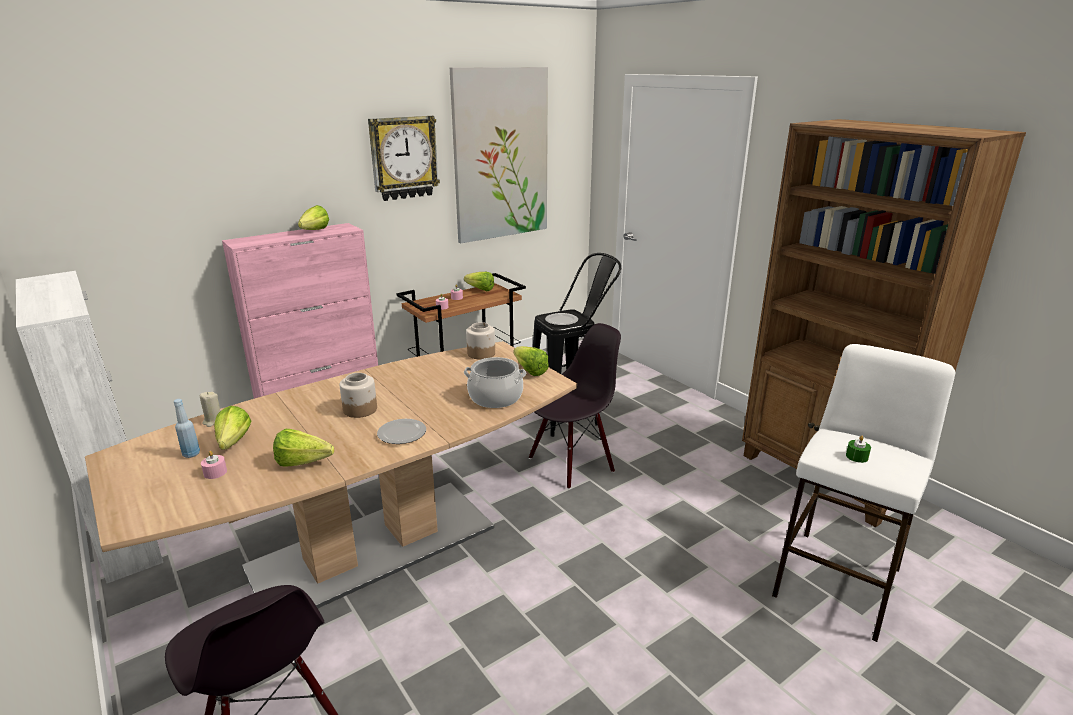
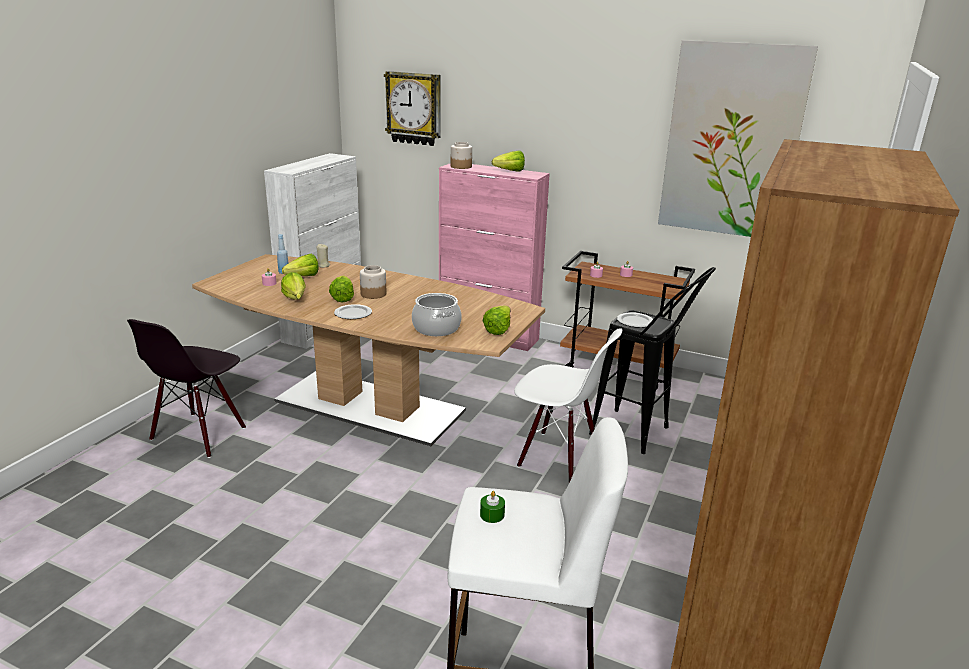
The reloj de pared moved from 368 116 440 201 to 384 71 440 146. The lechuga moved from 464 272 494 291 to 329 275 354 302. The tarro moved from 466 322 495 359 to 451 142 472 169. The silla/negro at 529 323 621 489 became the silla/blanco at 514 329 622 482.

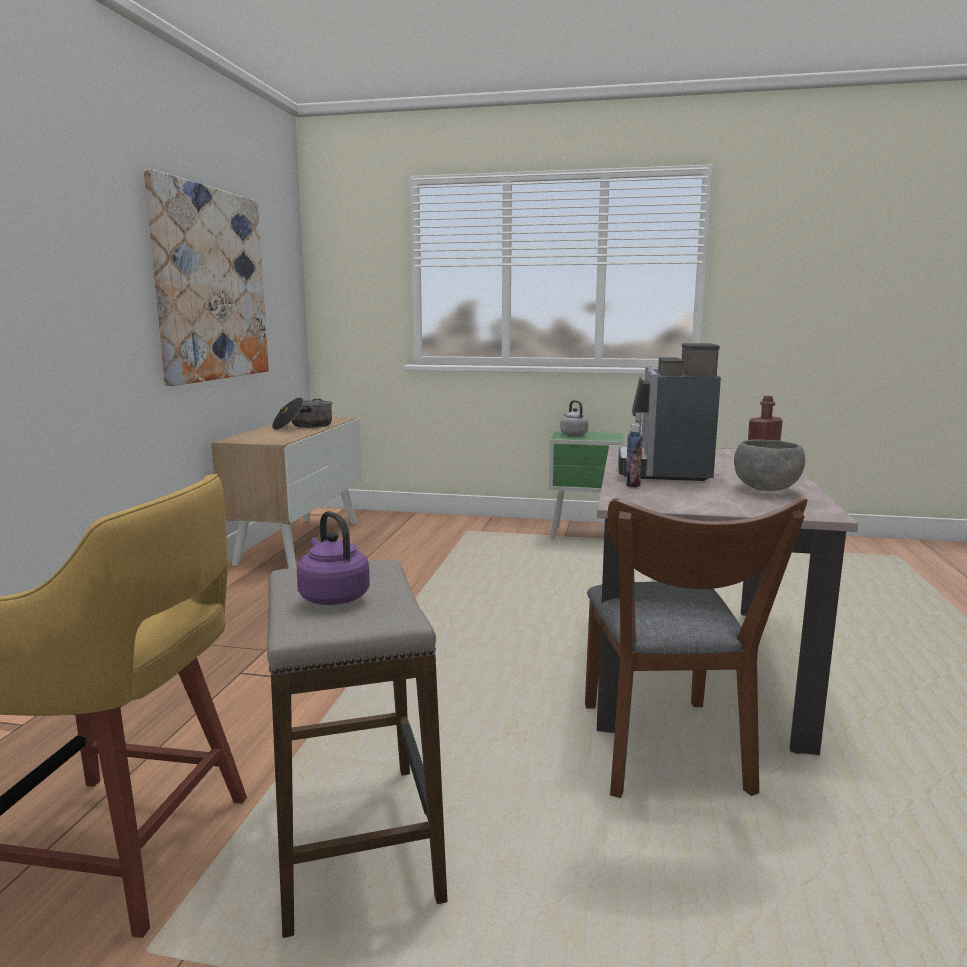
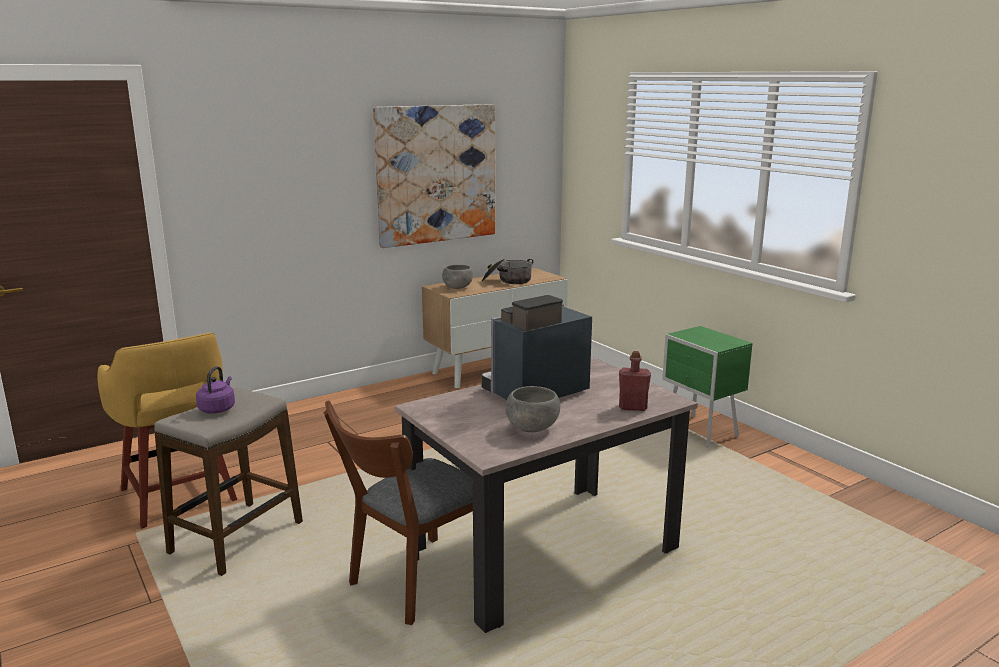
The hervidor/gris at 560 400 588 436 disappeared. The botella at 625 424 643 487 disappeared. The cuenco/gris at 442 265 473 289 appeared.

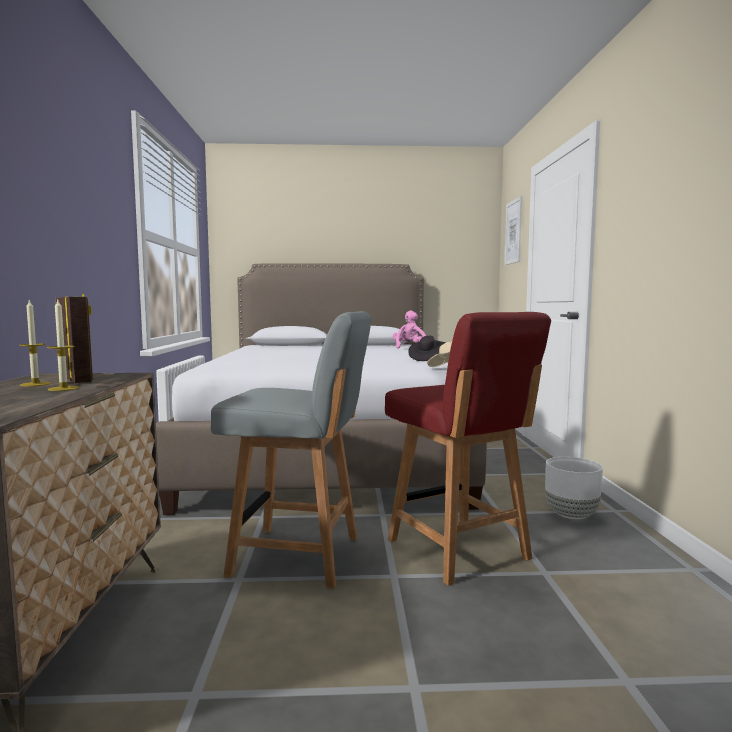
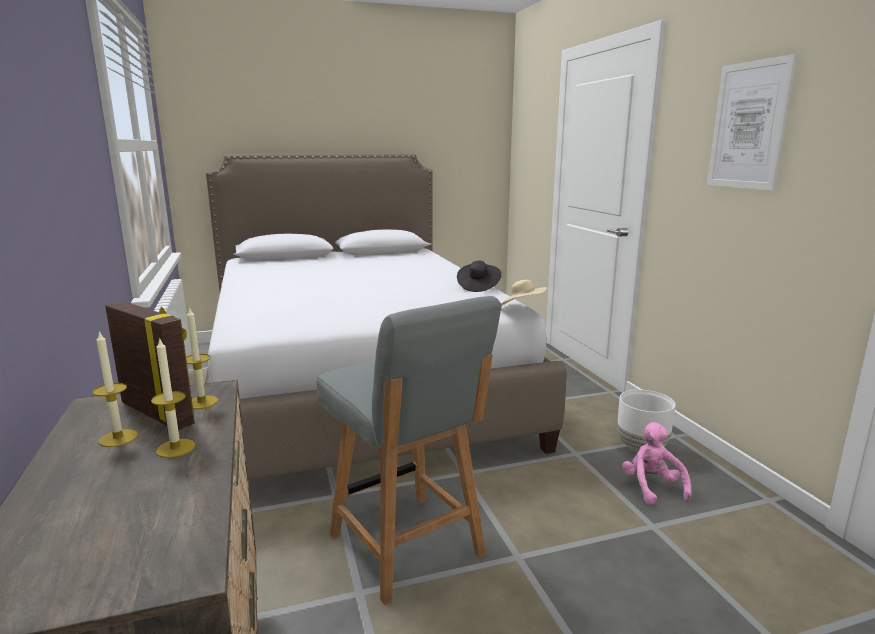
The silla/gris at 211 311 371 588 turned 60 degrees clockwise. The silla/rojo at 385 312 551 586 disappeared. The peluche/rosa moved from 393 311 426 348 to 622 422 692 505. The cuadro moved from 504 196 522 265 to 707 54 797 190. The vela at 186 307 218 409 appeared.

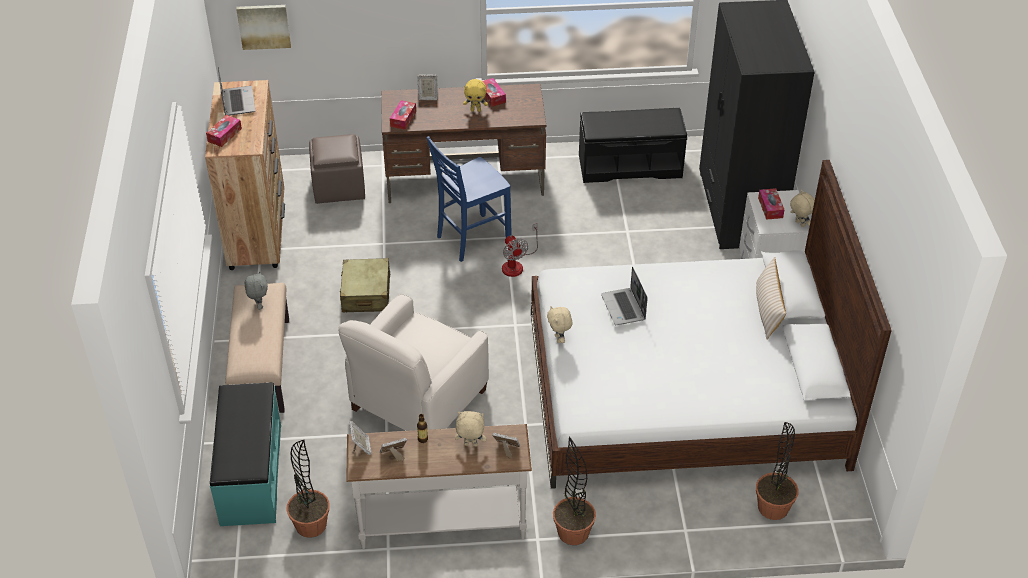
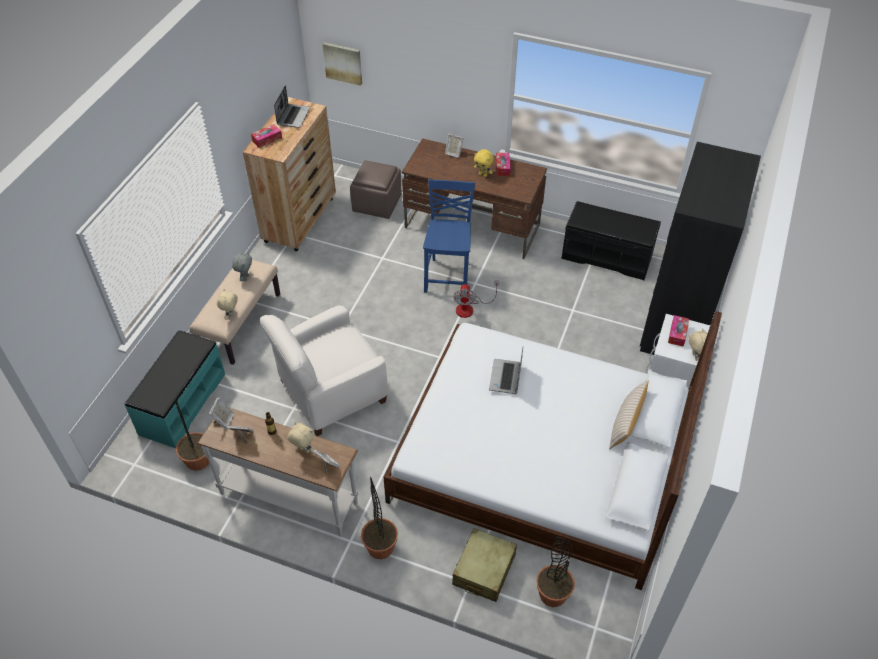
The maleta/beis moved from 340 258 390 312 to 452 528 517 602. The caja de pañuelos at 390 100 416 130 disappeared. The silla/azul at 426 136 512 262 turned 105 degrees clockwise. The peluche/beis moved from 547 306 573 343 to 217 289 238 320.

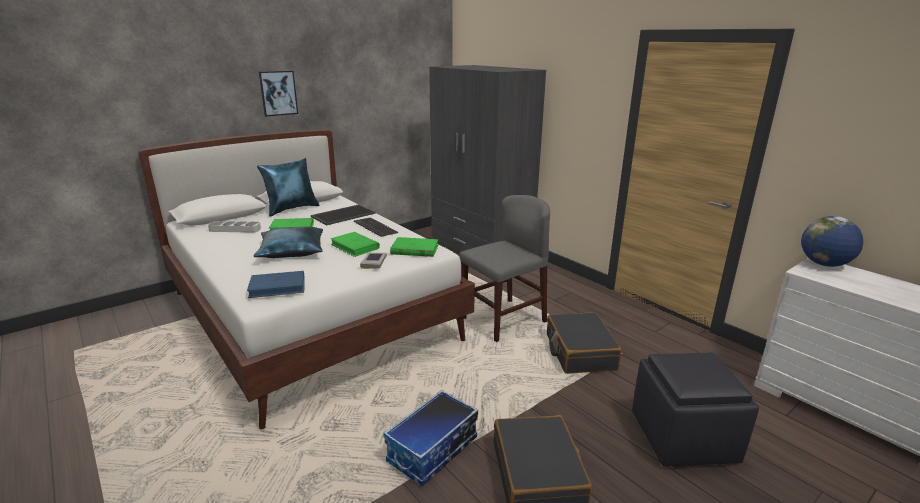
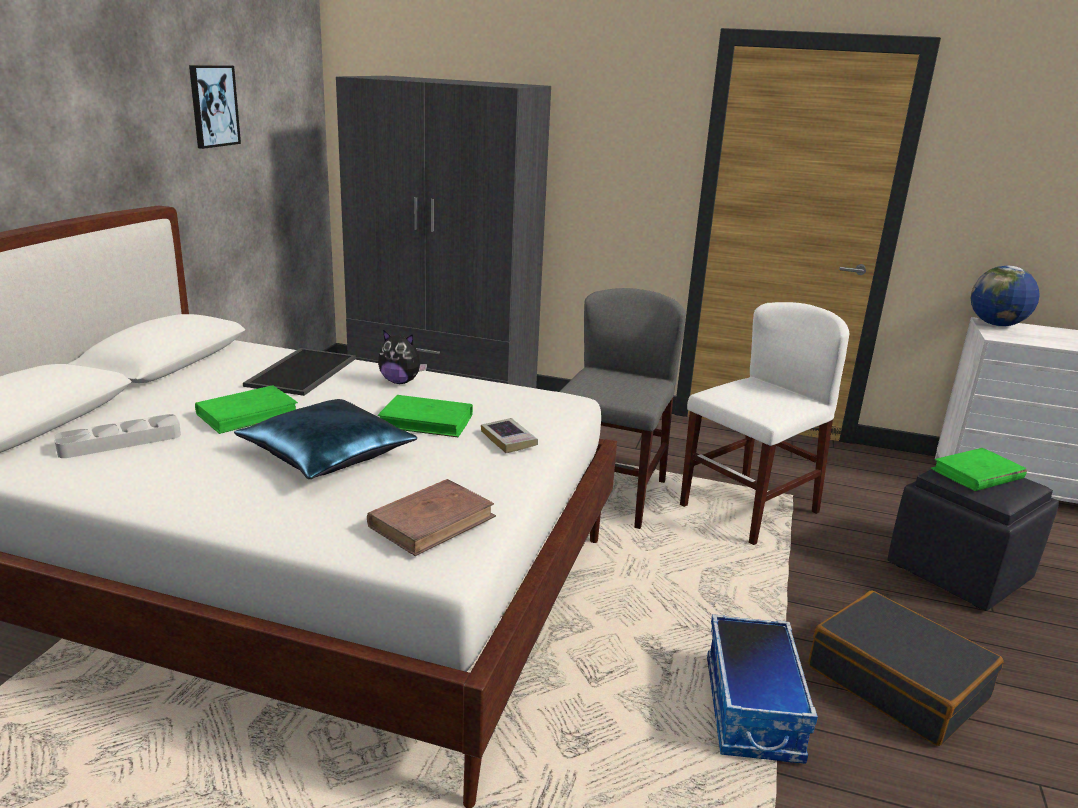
The libro/azul at 247 271 305 298 became the libro/marrón at 367 479 496 556. The cojín/azul at 257 158 320 217 disappeared. The cuadro moved from 259 71 298 116 to 189 65 241 149. The teclado at 354 217 398 237 was replaced by the peluche at 378 330 427 384. The libro/verde moved from 390 237 439 257 to 931 448 1027 491. The maleta/negro at 547 312 622 374 was replaced by the silla/blanco at 680 302 849 545.

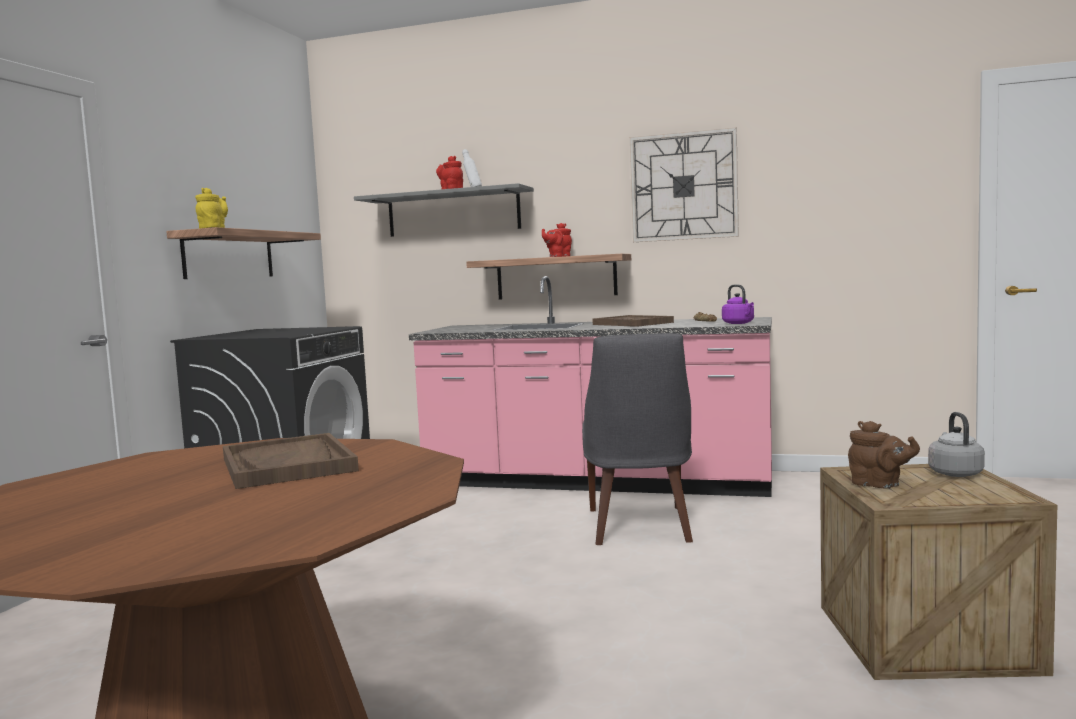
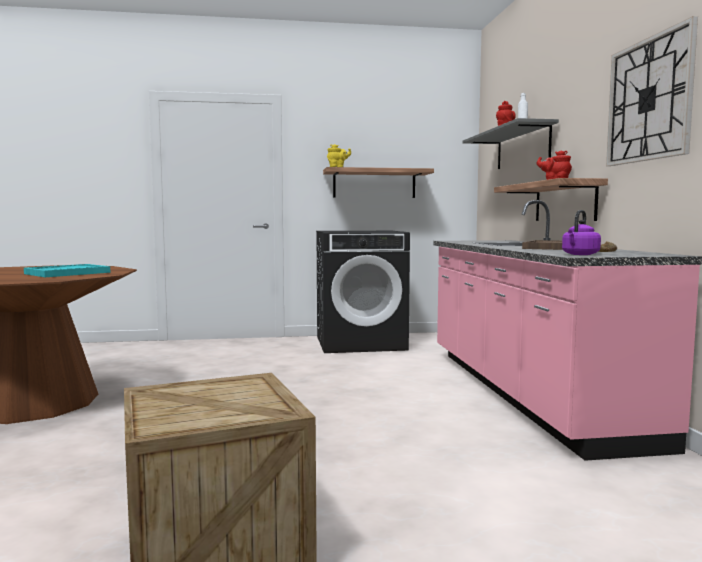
The bandeja/marrón at 223 433 359 489 became the bandeja/turquesa at 24 264 110 277. The silla/gris at 582 333 693 545 disappeared. The tetera/marrón at 848 421 920 489 disappeared. The hervidor/gris at 928 412 985 477 disappeared.

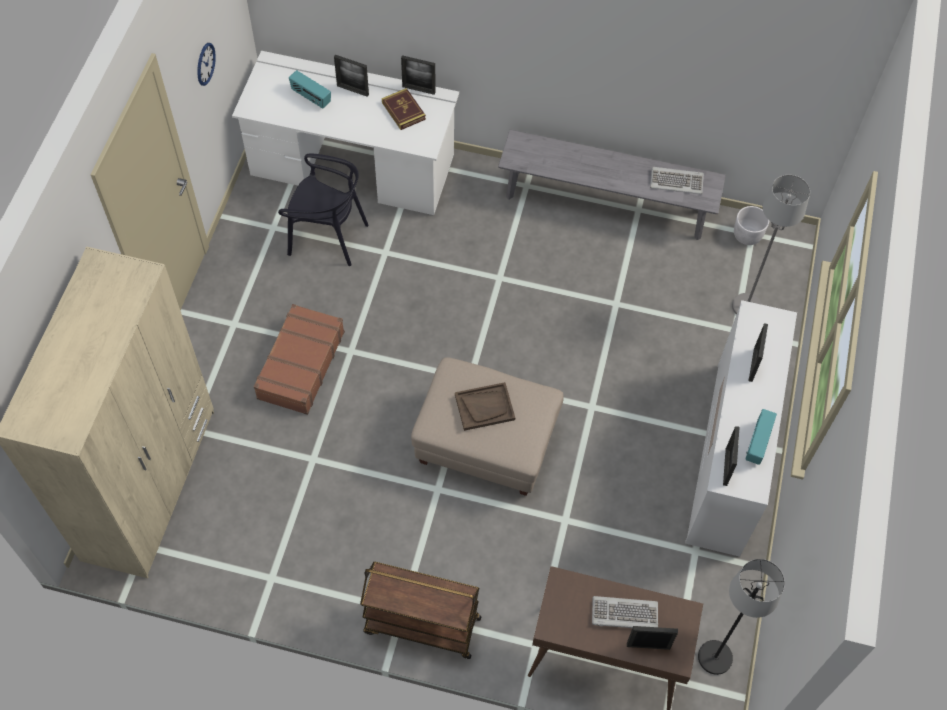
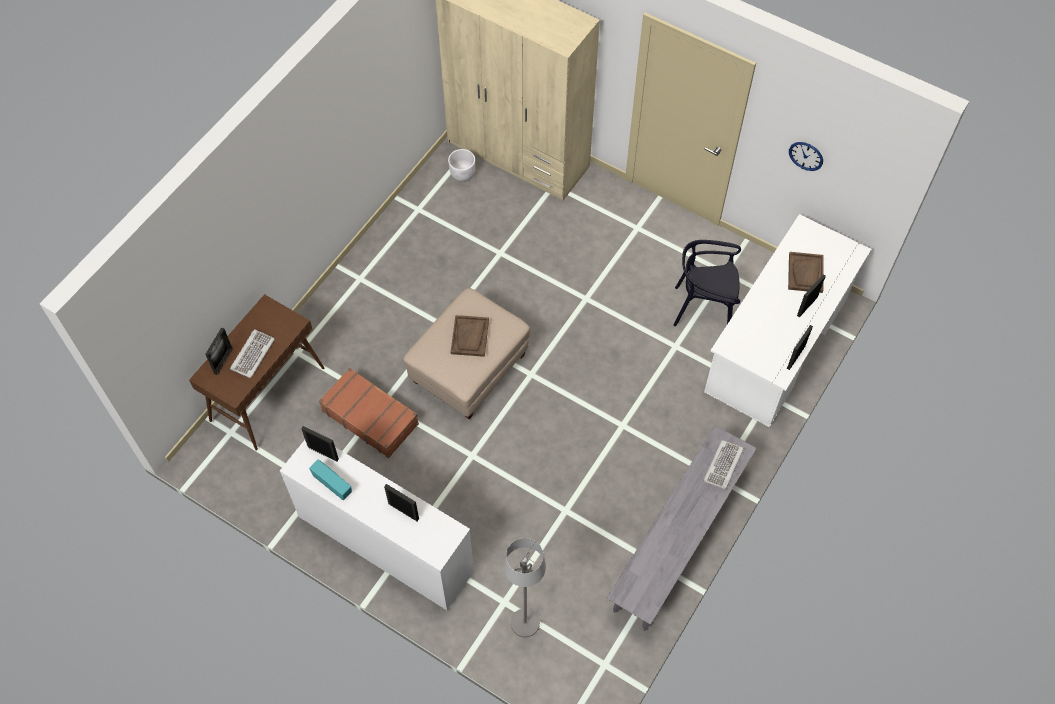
The maleta/marrón moved from 254 304 345 415 to 319 368 419 458. The silla/negro at 278 154 369 266 turned 60 degrees clockwise. The radio at 289 70 331 109 was replaced by the bandeja/marrón at 788 252 824 293. The carrito/marrón at 360 562 481 659 disappeared. The libro at 382 88 426 130 disappeared. The teclado moved from 650 167 704 194 to 703 440 744 489. The lámpara de pie/negro at 698 559 785 675 disappeared. The maceta/blanco moved from 734 206 769 245 to 448 149 475 182.

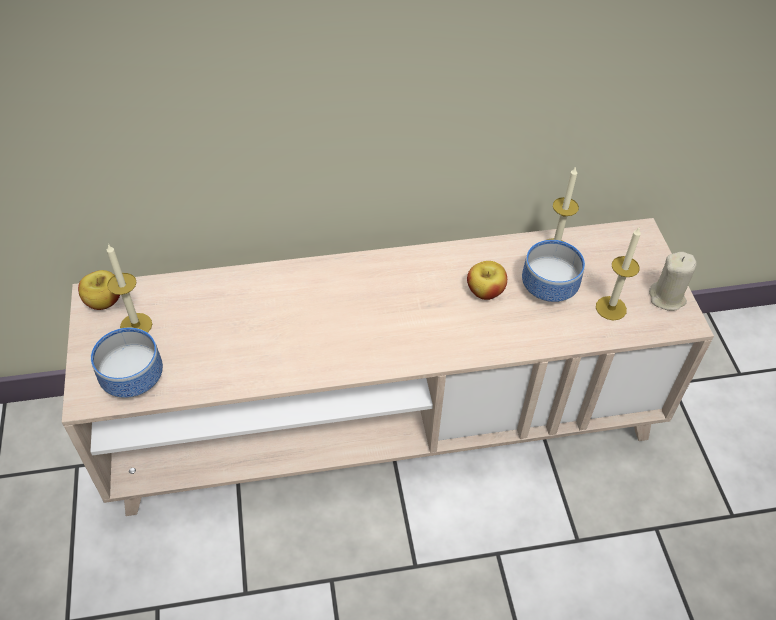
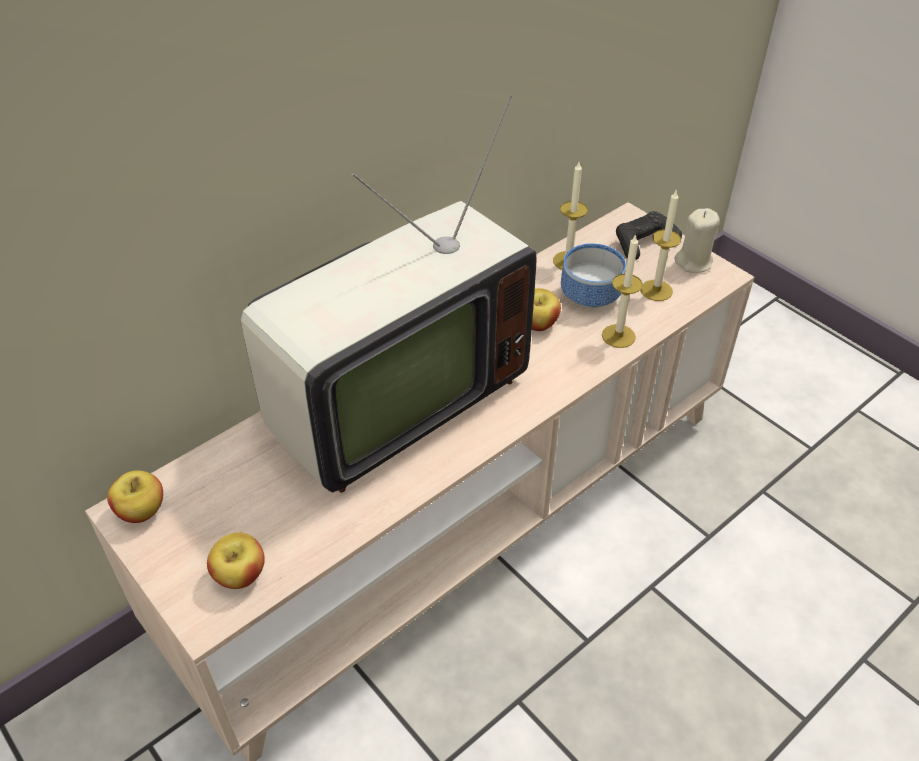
The cuenco at 91 328 163 398 was replaced by the manzana at 207 533 265 589. The vela moved from 107 244 152 333 to 602 234 643 348. The televisor at 241 94 537 493 appeared. The mando de consola/negro at 616 211 682 260 appeared.

